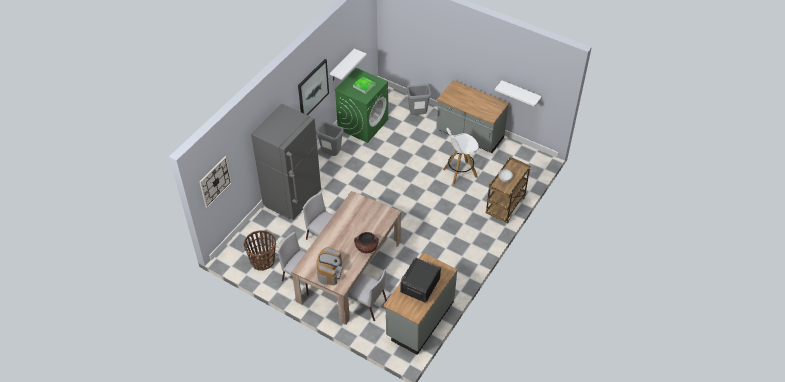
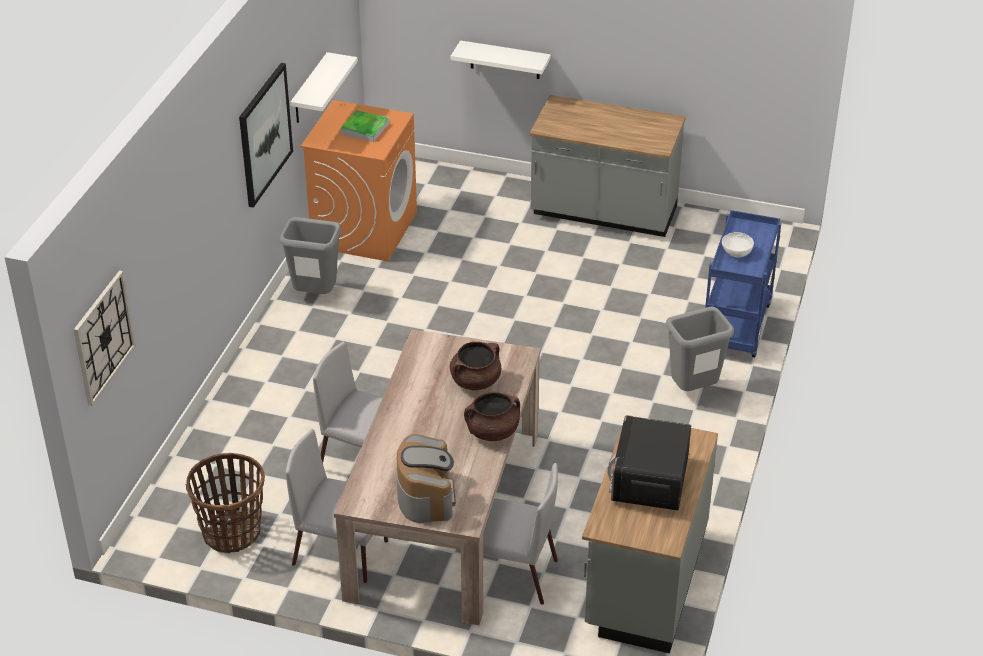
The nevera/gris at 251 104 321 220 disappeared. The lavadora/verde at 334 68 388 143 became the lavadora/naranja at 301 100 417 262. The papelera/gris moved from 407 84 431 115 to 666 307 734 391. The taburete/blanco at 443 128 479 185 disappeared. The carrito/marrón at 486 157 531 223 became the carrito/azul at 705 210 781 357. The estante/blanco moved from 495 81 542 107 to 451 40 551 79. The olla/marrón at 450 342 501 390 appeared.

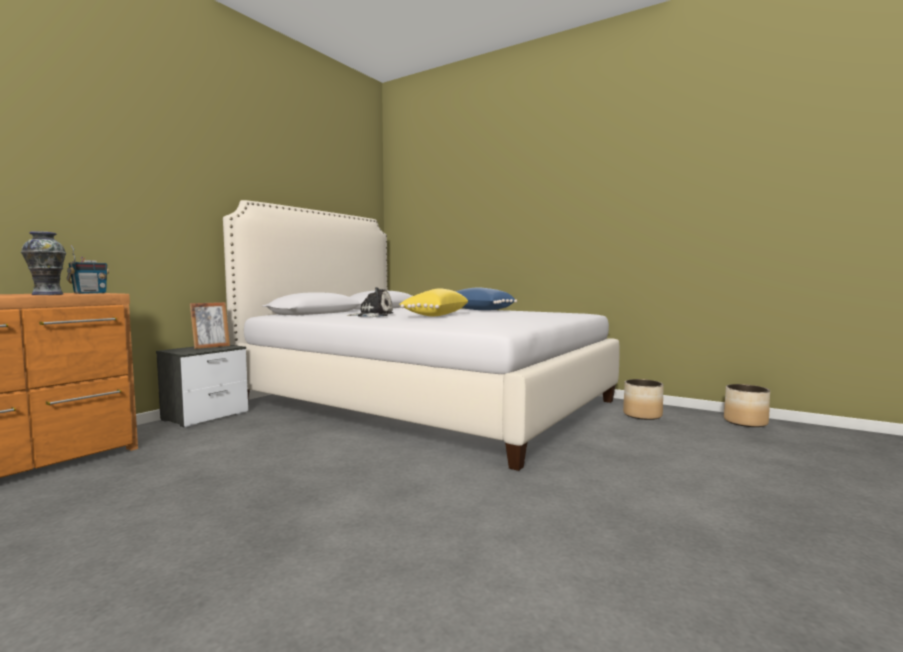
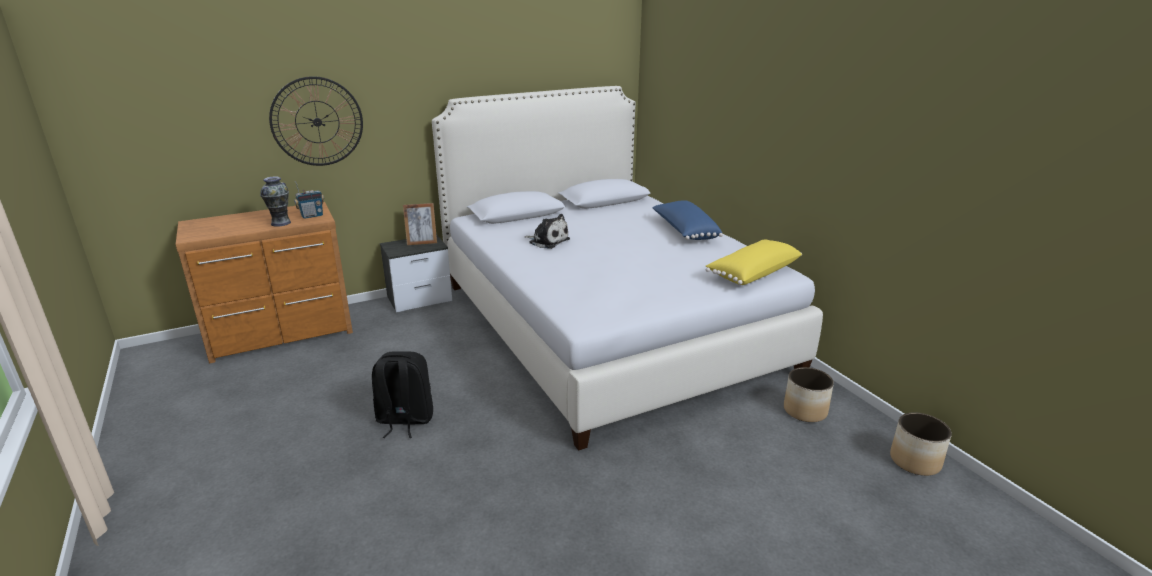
The cojín/amarillo moved from 399 288 468 316 to 706 239 802 285. The reloj de pared at 269 76 363 166 appeared. The mochila/negro at 372 351 433 438 appeared.

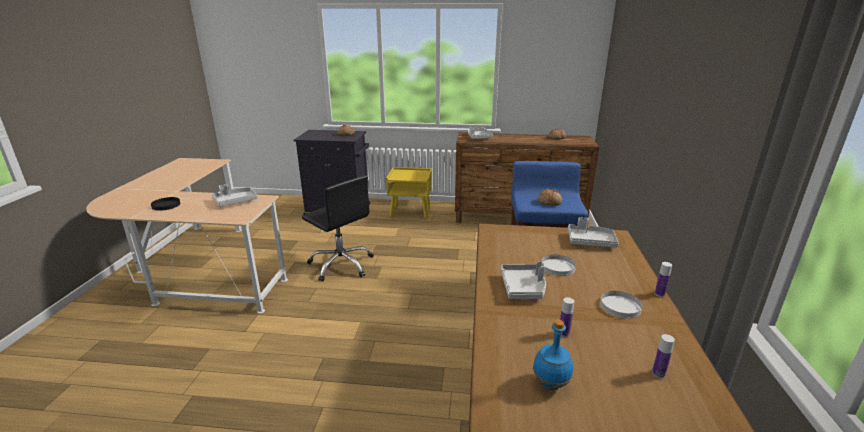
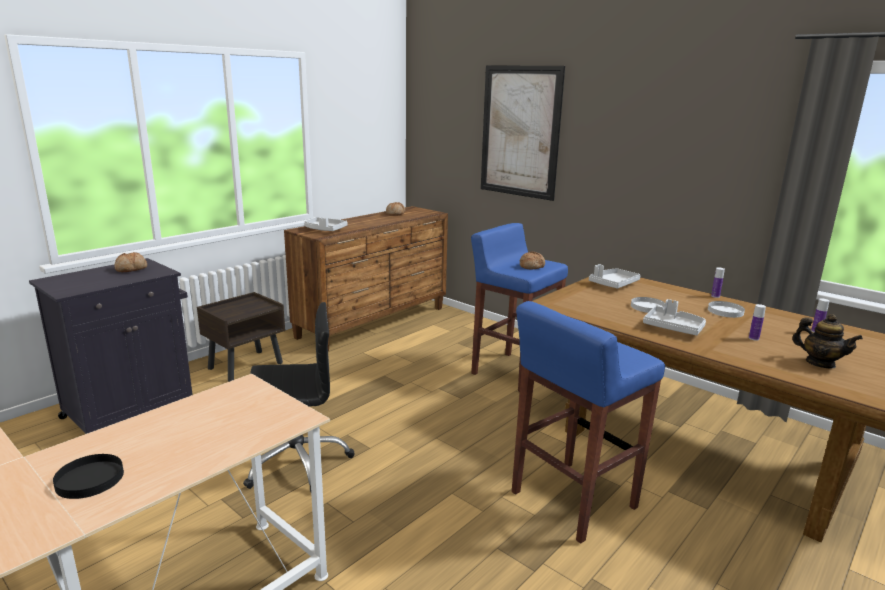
The bandeja/gris at 212 184 258 207 disappeared. The mesita de noche/amarillo at 386 167 432 218 became the mesita de noche/marrón at 197 292 285 382. The botella/azul at 533 320 573 390 was replaced by the tetera at 792 314 863 368. The cuadro at 481 66 565 201 appeared. The taburete/azul at 512 301 665 544 appeared.

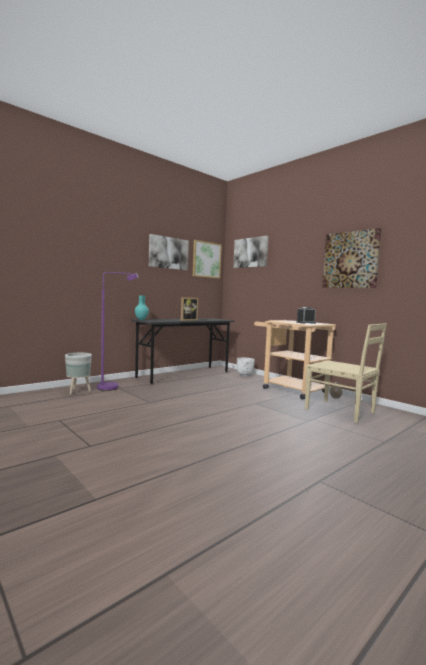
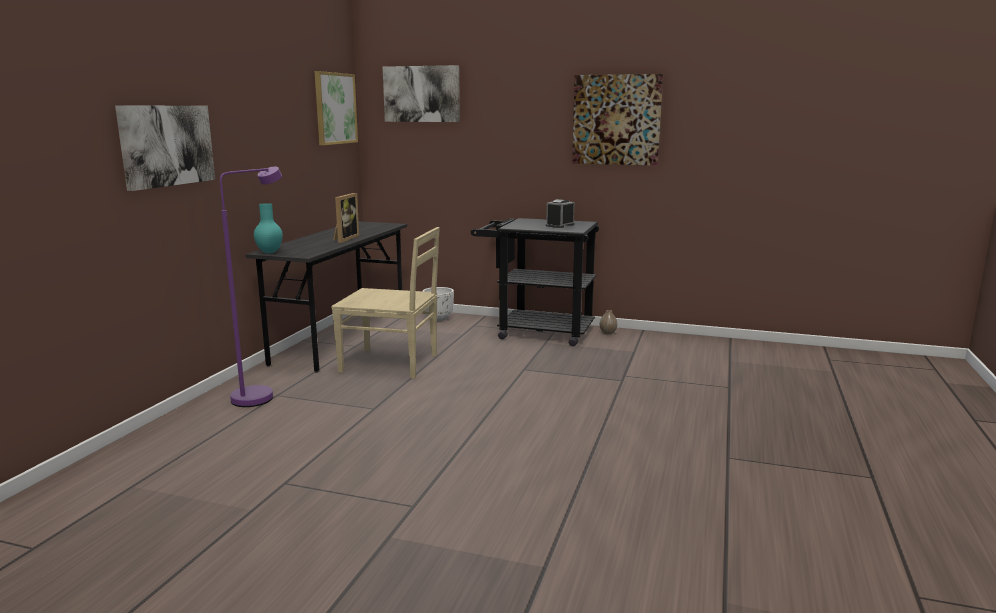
The maceta/gris at 65 353 92 395 disappeared. The cuadro moved from 149 234 189 270 to 115 105 215 191. The carrito/beis at 254 320 336 399 became the carrito/negro at 471 218 599 347. The silla/beis moved from 305 323 387 423 to 331 227 440 379.

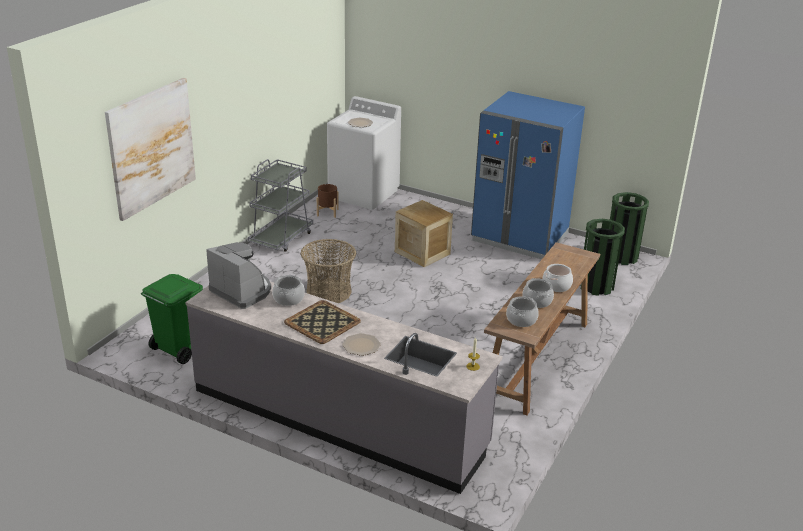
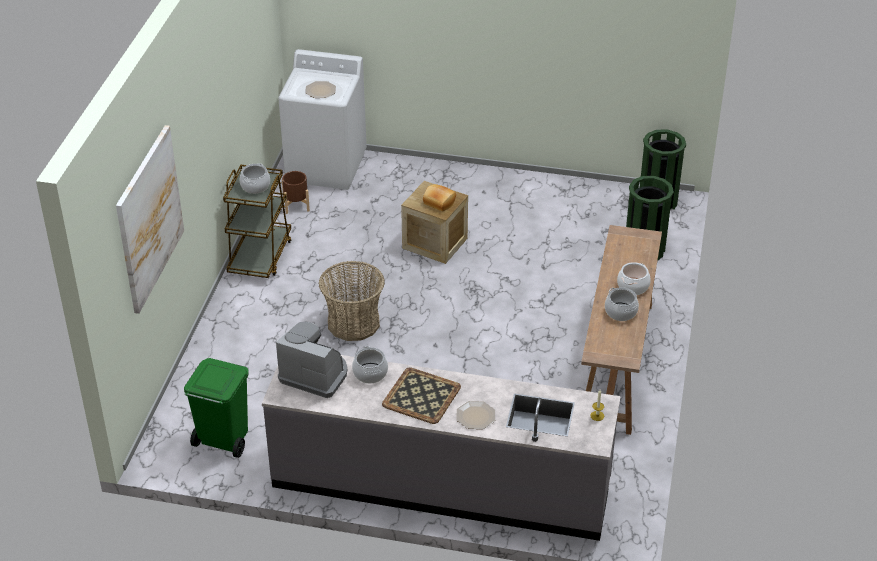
The carrito/gris at 248 159 313 252 became the carrito/marrón at 223 165 292 278. The nevera/azul at 471 91 585 259 disappeared. The olla moved from 506 296 539 327 to 239 163 270 194. The pan at 423 184 456 211 appeared.

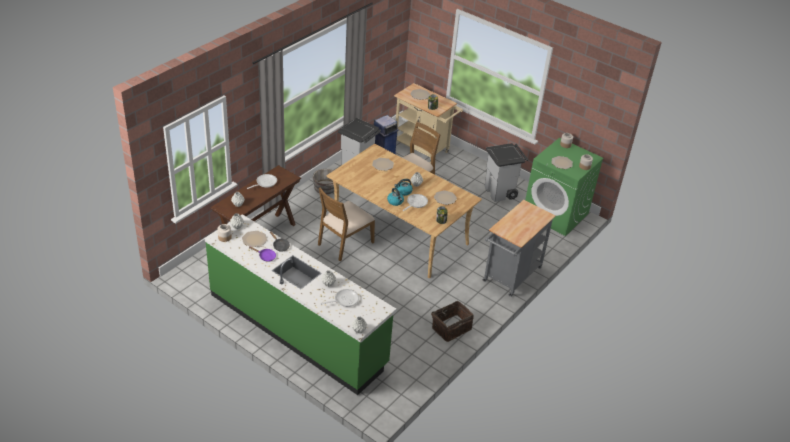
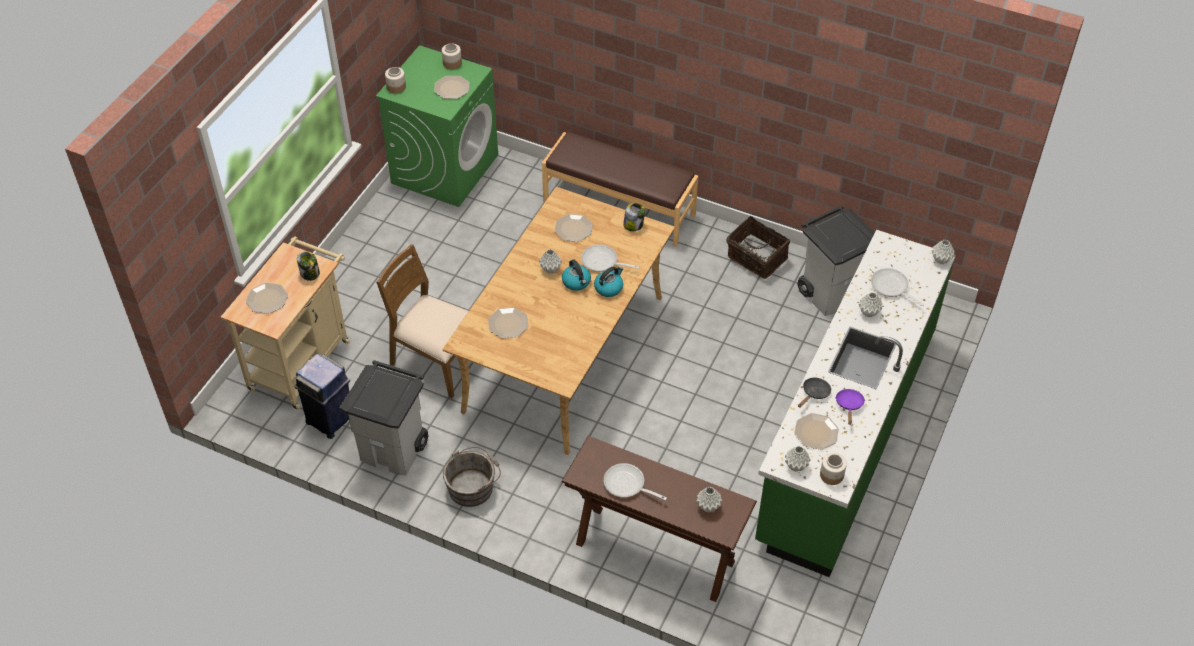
The silla/marrón at 318 188 375 261 disappeared. The carrito/gris at 482 200 556 297 was replaced by the banco/marrón at 542 132 698 247. The papelera/gris moved from 485 143 528 202 to 797 205 875 316.

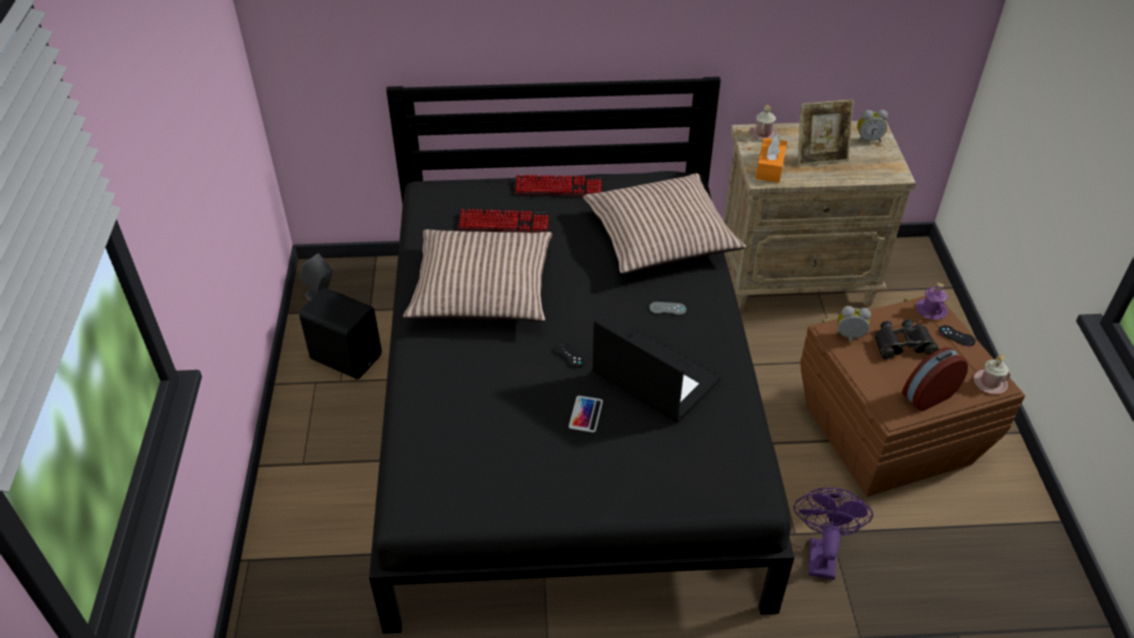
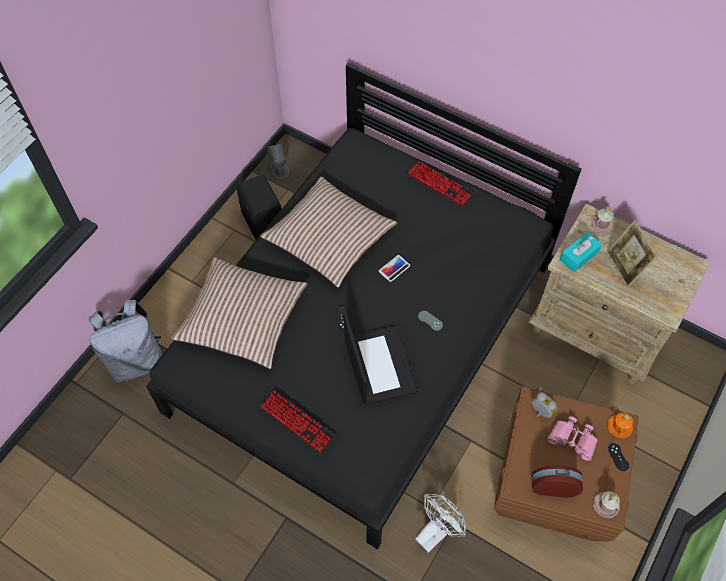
The teclado moved from 457 209 551 232 to 260 390 335 454. The móvil moved from 569 396 603 432 to 379 255 410 282. The cojín moved from 583 173 746 274 to 171 257 308 369. The caja de pañuelos/naranja at 755 134 787 183 became the caja de pañuelos/turquesa at 560 232 602 272. The ventilador/morado at 793 488 873 580 became the ventilador/blanco at 415 494 466 553. The portarretratos at 797 99 854 166 turned 45 degrees clockwise. The despertador at 857 110 888 143 disappeared. The prismáticos/negro at 874 319 939 359 became the prismáticos/rosa at 547 416 598 461. The taza grande/morado at 916 283 948 320 became the taza grande/naranja at 608 413 633 438. The mochila/gris at 88 300 162 383 appeared.

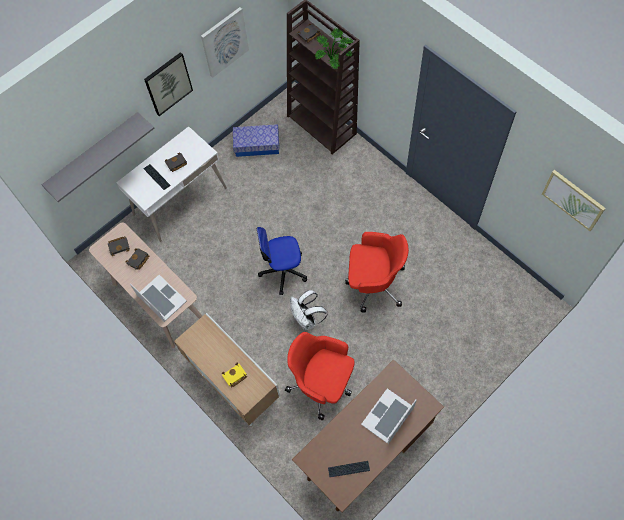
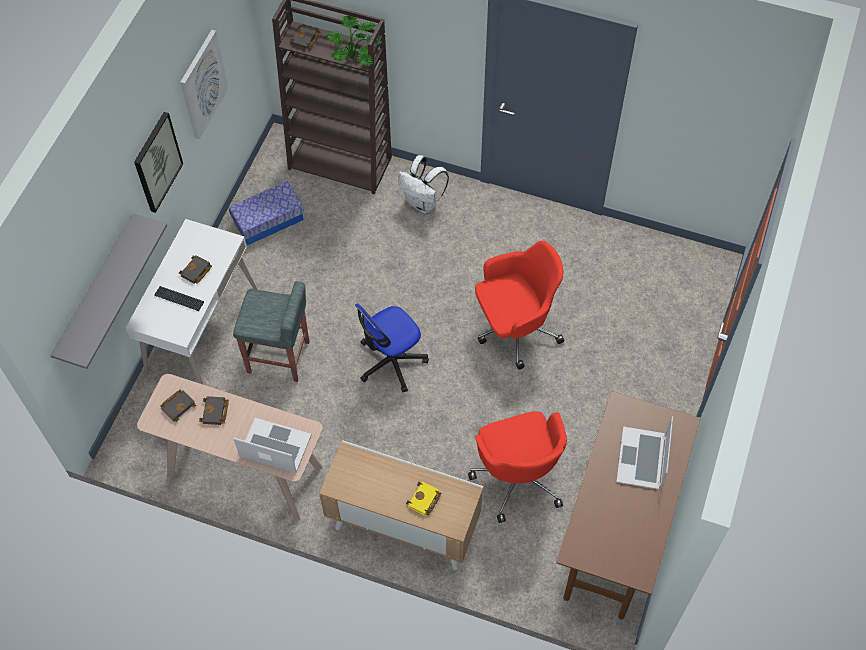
The silla de oficina/rojo at 285 332 355 420 turned 105 degrees counterclockwise. The mochila/blanco moved from 290 290 328 330 to 398 155 449 213. The teclado at 328 461 370 478 disappeared. The cuadro at 542 170 606 231 disappeared. The taburete/gris at 233 281 309 382 appeared.

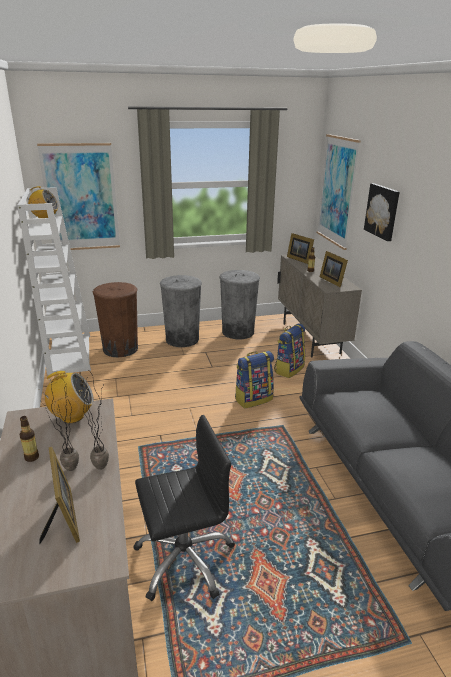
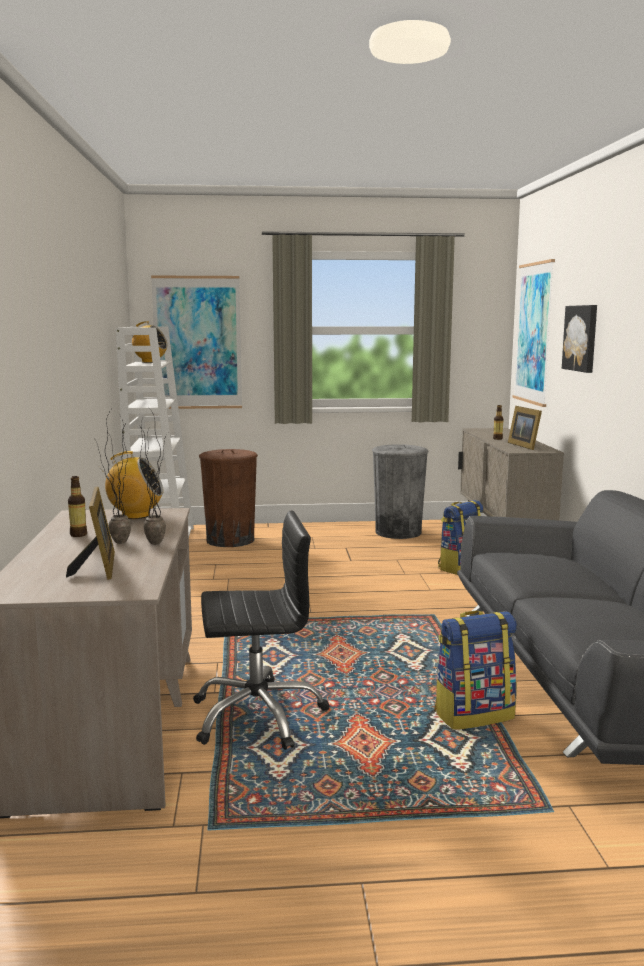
The papelera/gris at 160 275 202 347 disappeared. The mochila moved from 235 351 274 409 to 434 610 517 730. The portarretratos at 287 233 314 264 disappeared.

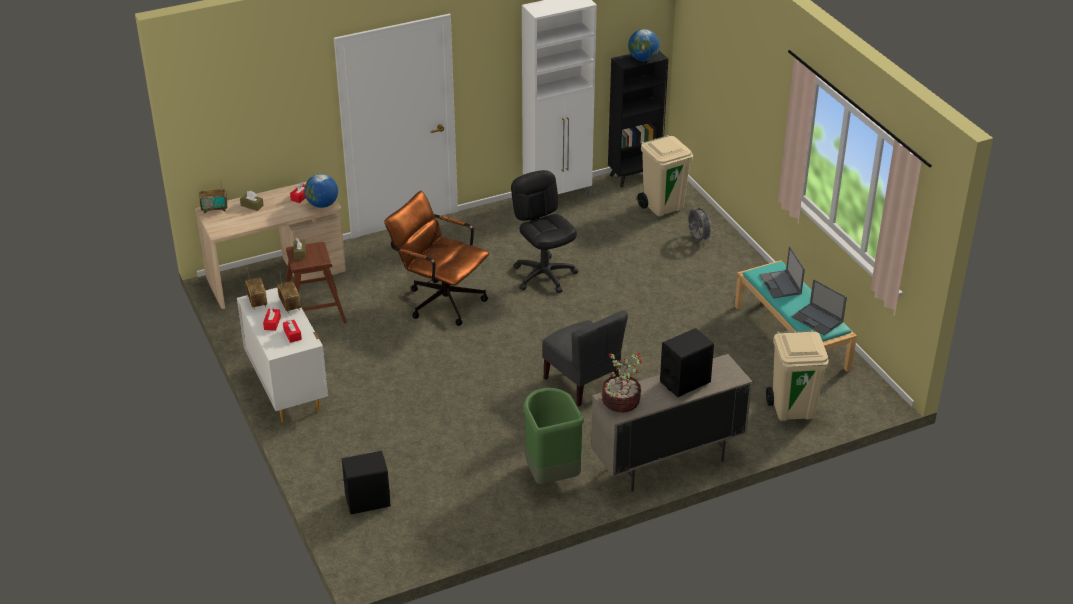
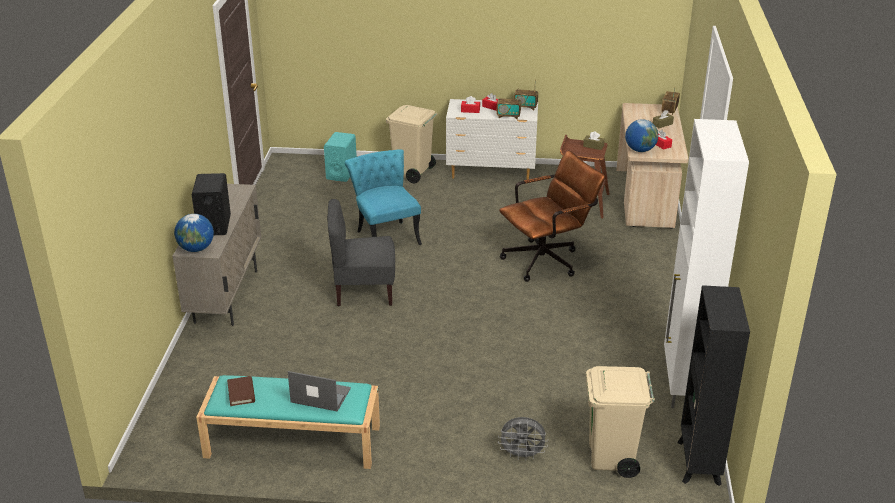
The altavoz/negro at 342 451 391 514 became the altavoz/turquesa at 324 132 357 182. The silla de oficina/negro at 511 170 578 293 disappeared. The papelera/verde at 523 388 584 485 disappeared. The planta en maceta at 601 353 642 413 disappeared. The globo terráqueo moved from 628 29 660 61 to 174 214 214 252. The papelera/beis moved from 766 330 829 421 to 386 105 438 183. The portátil at 791 279 847 335 was replaced by the libro/marrón at 227 376 255 406. The silla/turquesa at 345 149 422 245 appeared.

